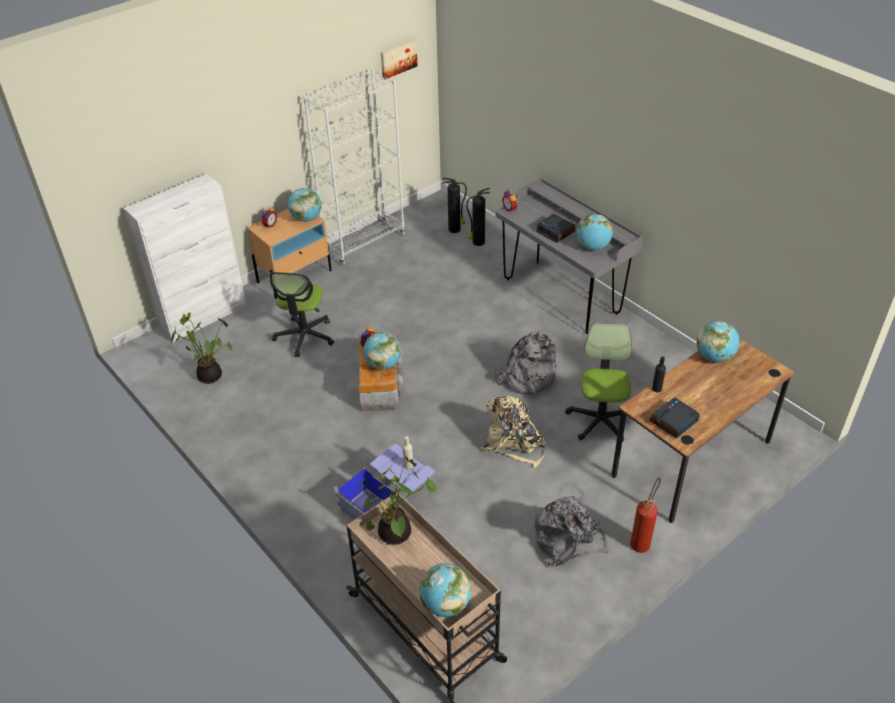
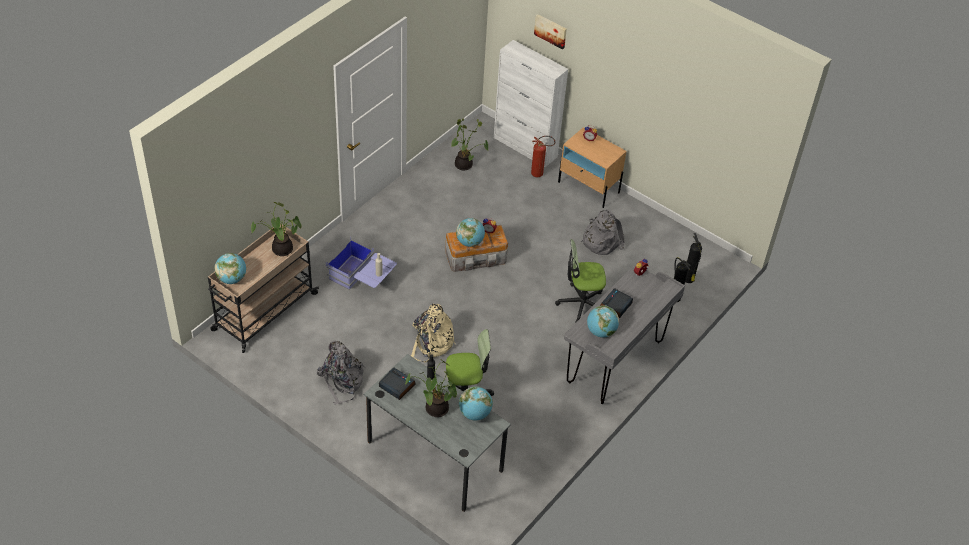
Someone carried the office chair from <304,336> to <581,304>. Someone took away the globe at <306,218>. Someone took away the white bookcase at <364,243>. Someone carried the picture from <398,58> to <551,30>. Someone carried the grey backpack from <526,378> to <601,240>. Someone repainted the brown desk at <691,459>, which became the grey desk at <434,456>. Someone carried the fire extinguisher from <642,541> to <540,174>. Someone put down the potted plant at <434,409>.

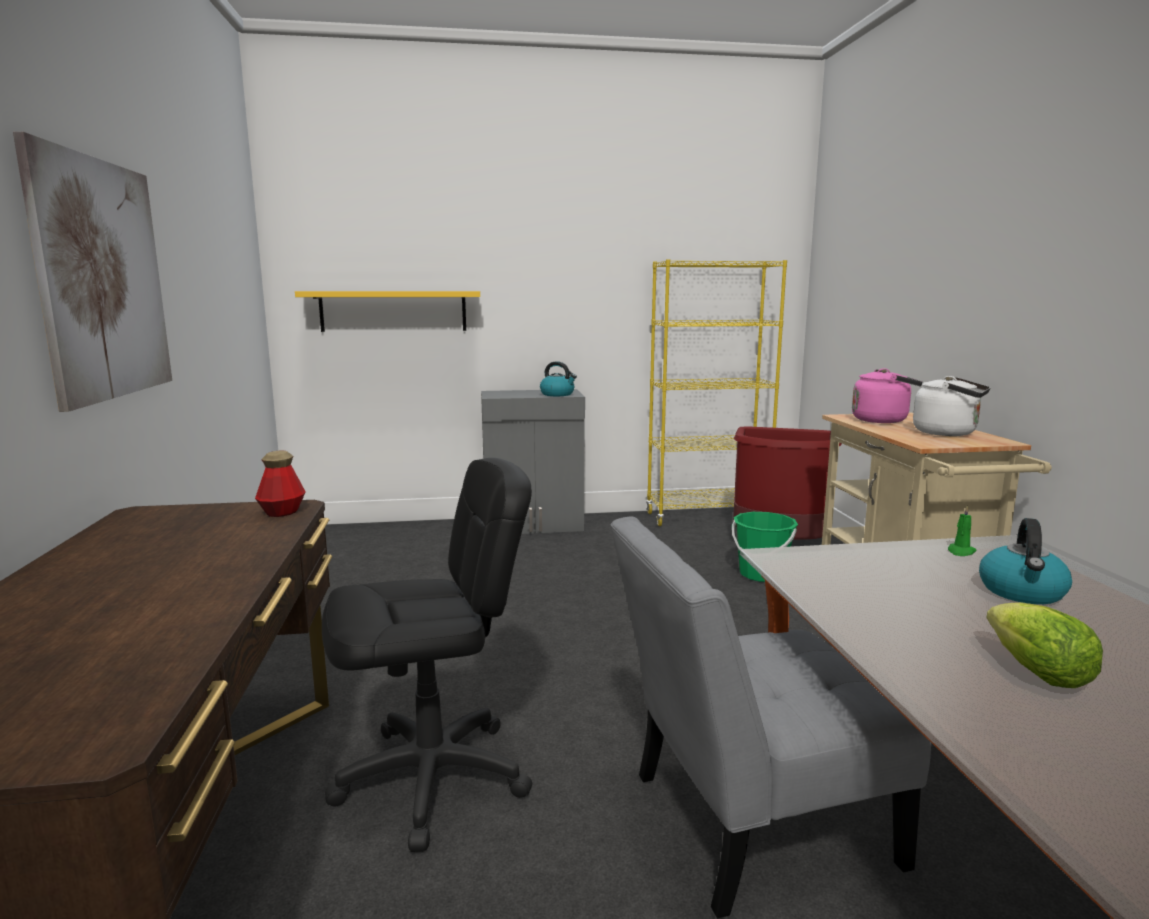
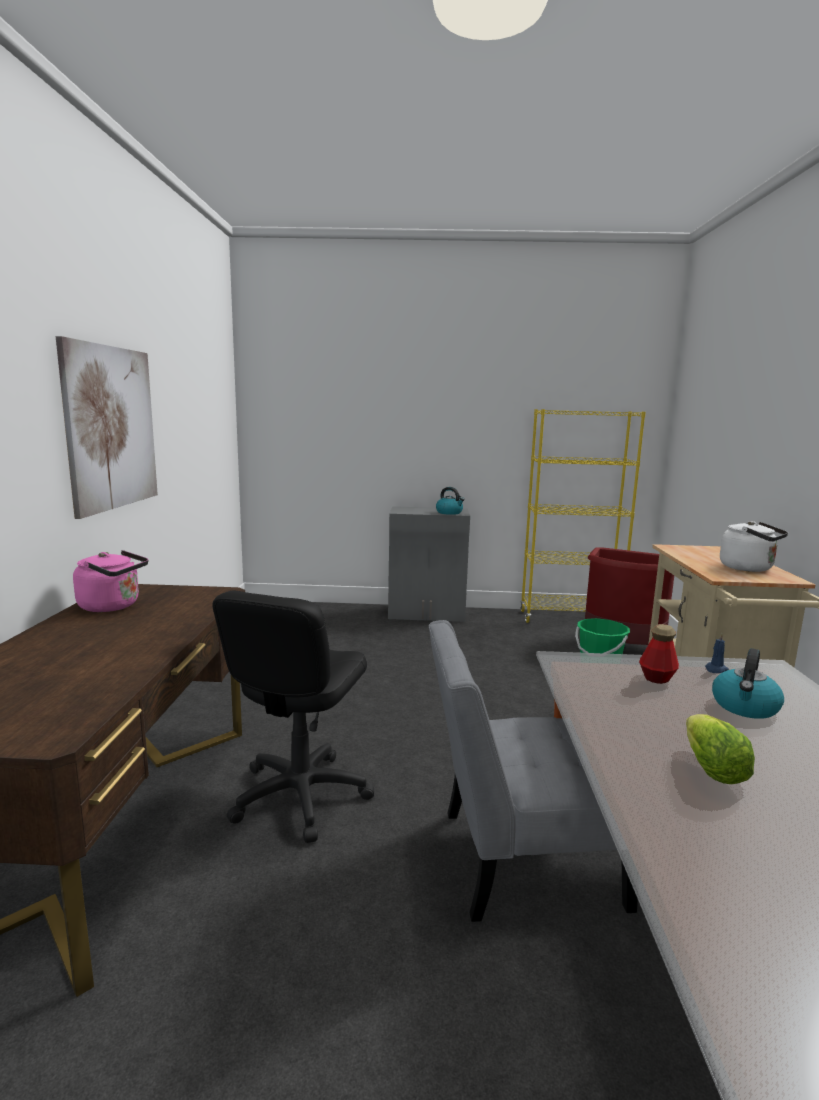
Someone carried the bottle from <282,512> to <657,678>. Someone took away the yellow shelf at <393,311>. Someone rotated the black office chair at <433,778> by 120 degrees clockwise. Someone carried the pink kettle from <883,420> to <113,606>. Someone repainted the green candle at <960,552>, which became the blue candle at <715,669>.

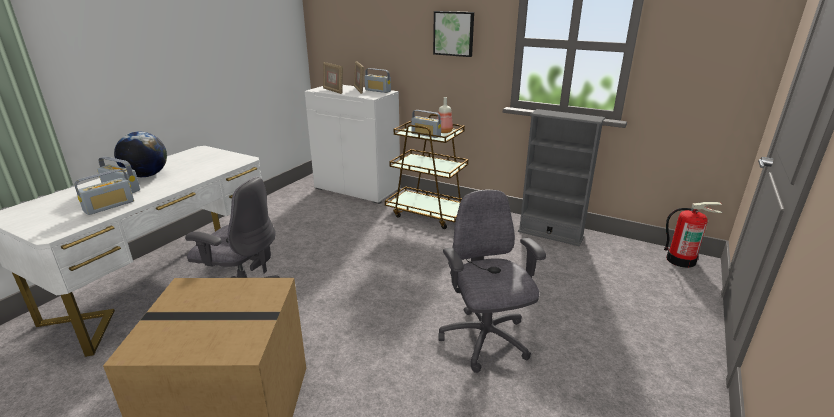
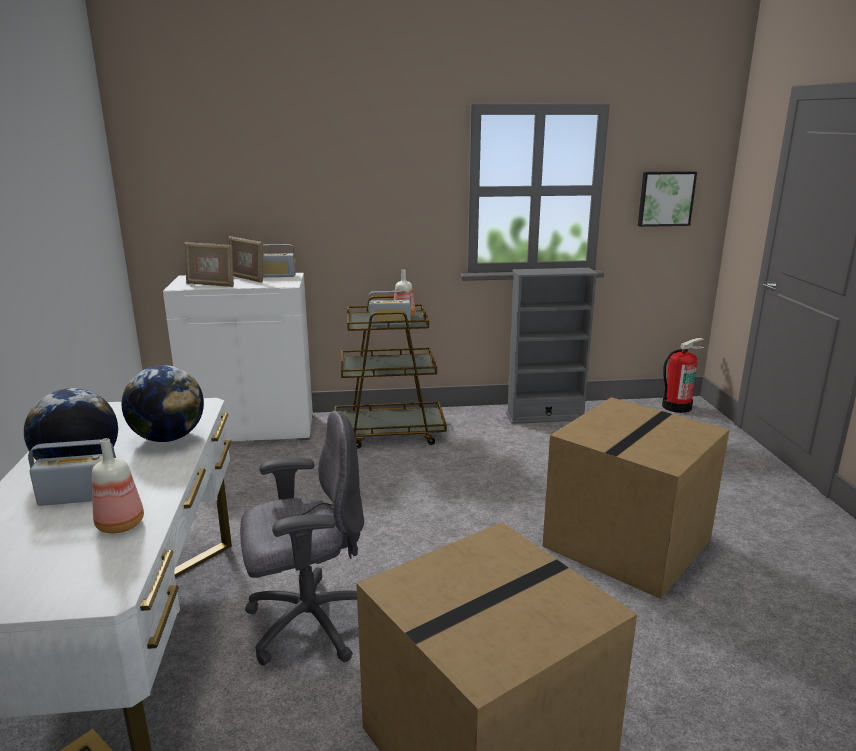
Someone swapped the radio at <109,206> for the bottle at <120,524>. Someone carried the picture from <454,33> to <665,198>. Someone swapped the grey office chair at <485,341> for the cardboard box at <626,541>. Someone put down the globe at <168,438>.

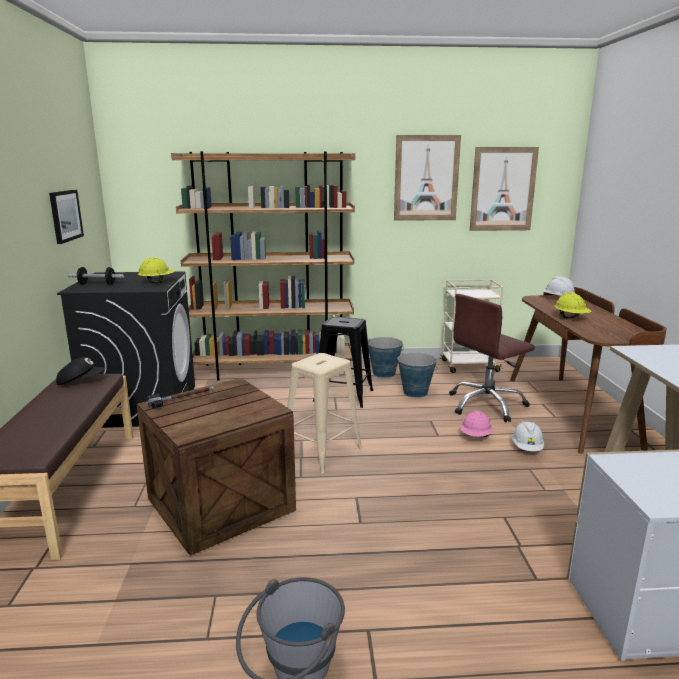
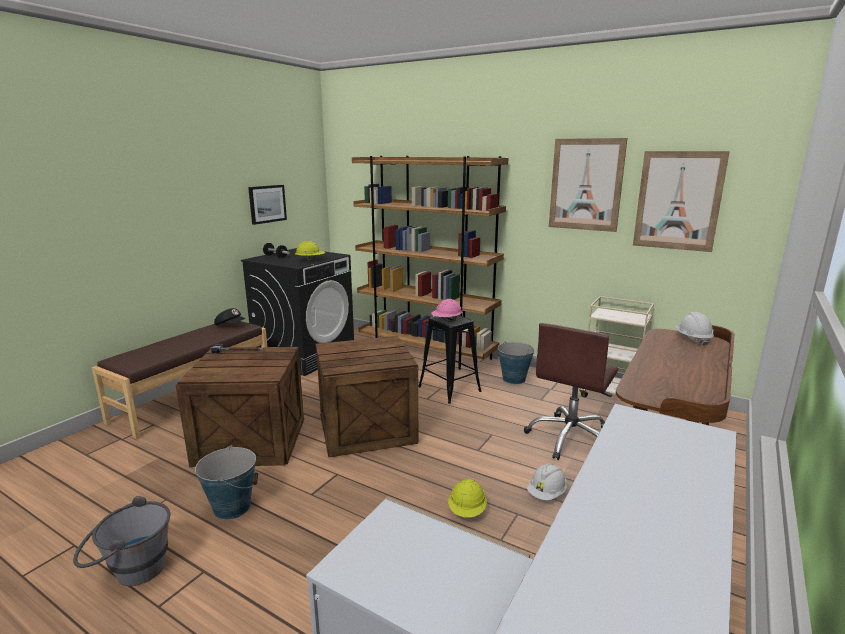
Someone swapped the beige stool at <322,451> for the crate at <366,429>. Someone carried the bucket from <415,392> to <232,507>. Someone rotated the brown office chair at <486,405> by 60 degrees counterclockwise. Someone carried the pink hard hat from <475,437> to <446,321>. Someone carried the yellow hard hat from <571,318> to <467,511>.

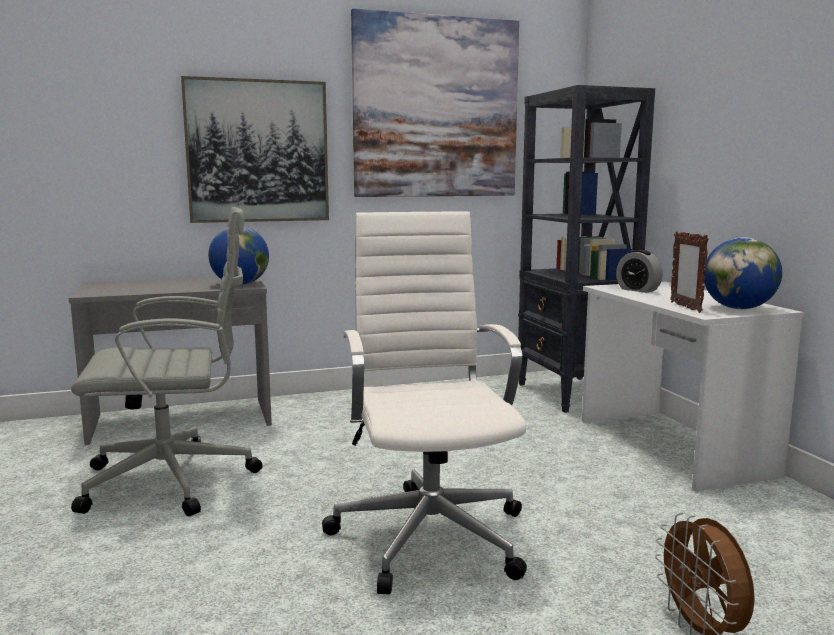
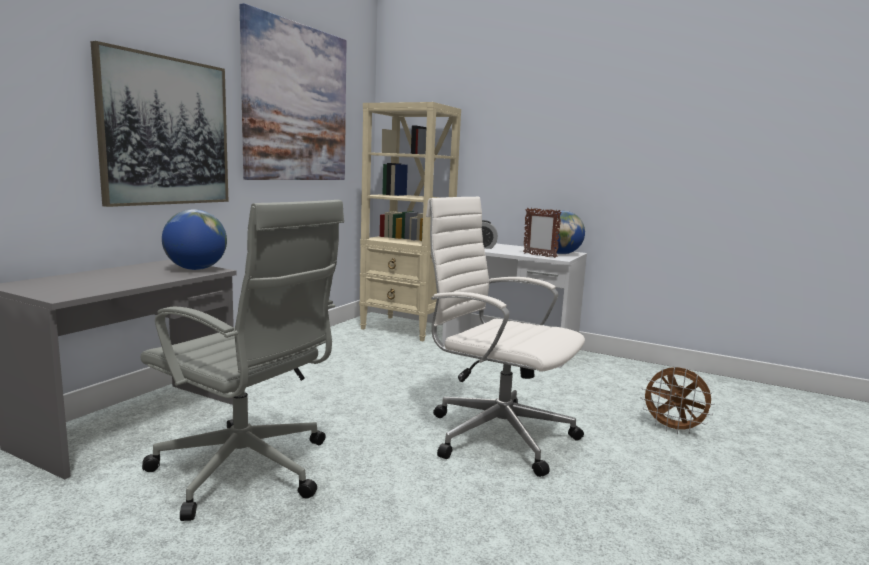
Someone rotated the grey office chair at <174,480> by 90 degrees clockwise. Someone repainted the black bookcase at <573,394>, which became the beige bookcase at <406,328>.

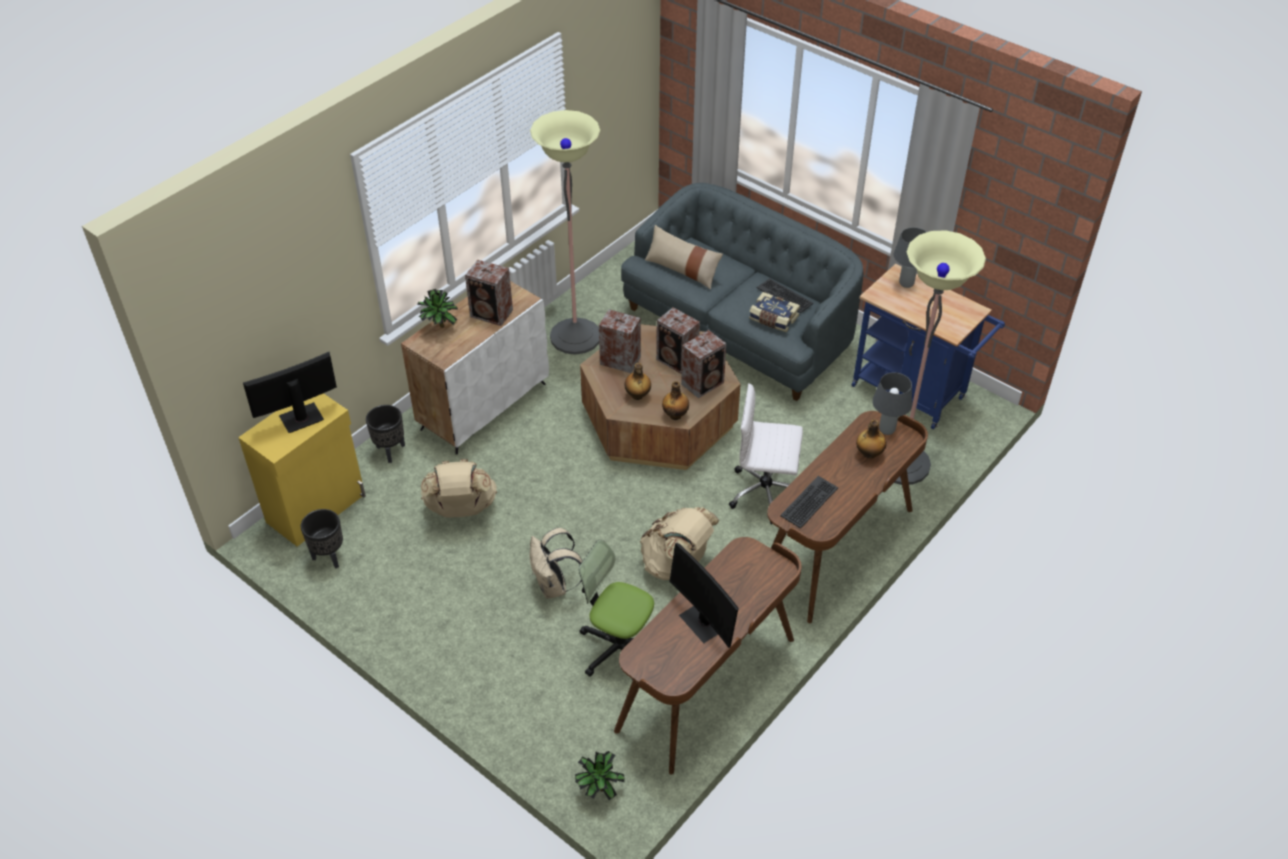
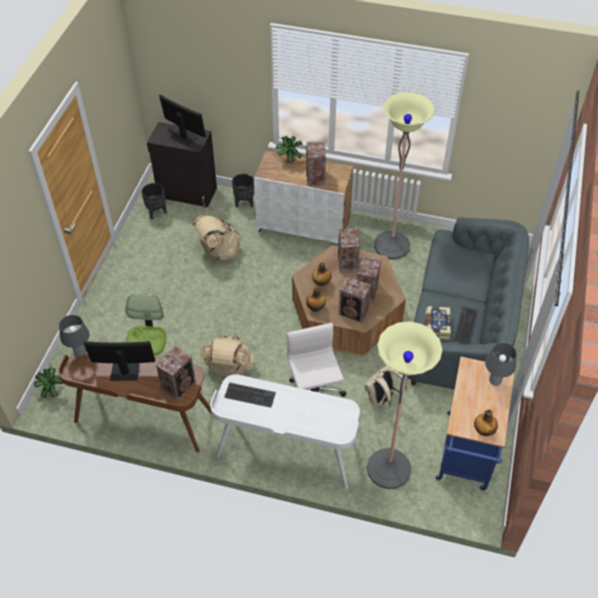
Someone repainted the yellow cabinet at <317,508>, which became the black cabinet at <187,193>. Someone carried the beige backpack from <554,586> to <381,399>. Someone took away the beige pillow at <682,270>. Someone rotated the monitor at <704,622> by 60 degrees clockwise. Someone repainted the brown desk at <836,548>, which became the white desk at <286,452>. Someone carried the bottle from <869,454> to <483,431>. Someone carried the grey table lamp from <886,430> to <80,352>. Someone put down the speaker at <179,385>.

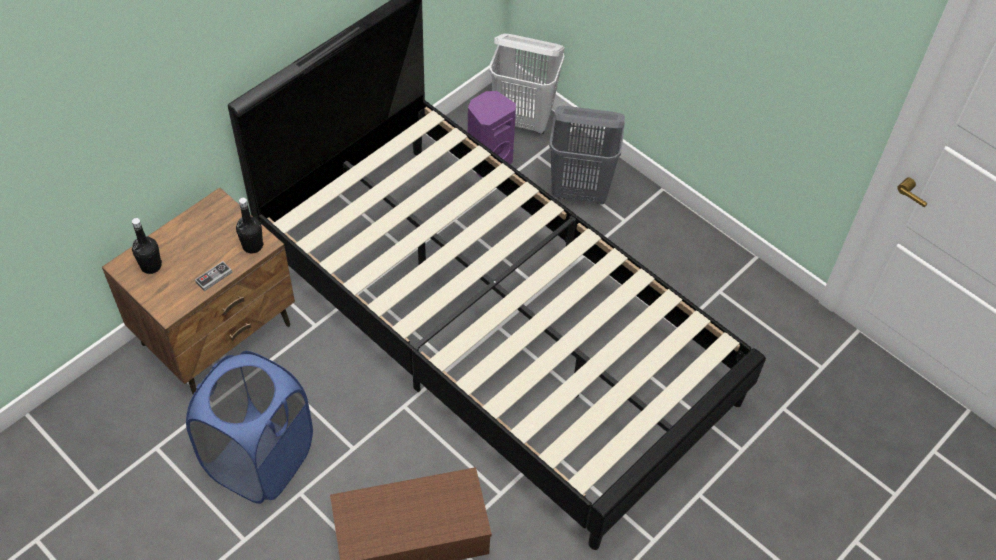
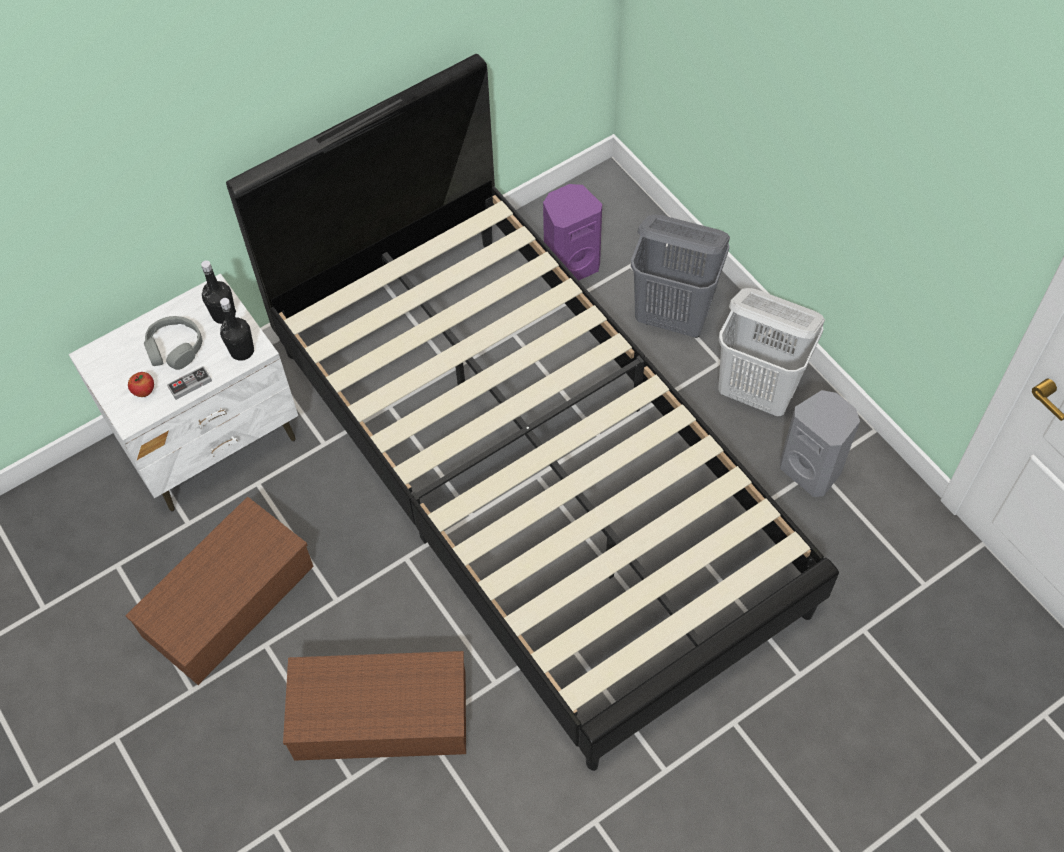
Someone repainted the brown nightstand at <218,335>, which became the white nightstand at <212,440>. Someone carried the black bottle from <151,266> to <224,315>. Someone swapped the blue laundry basket at <260,460> for the brown storage box at <229,598>. Someone carried the white laundry basket from <523,120> to <758,392>. Someone put down the apple at <144,391>. Someone put down the grey headphones at <175,348>. Someone put down the grey speaker at <812,469>.

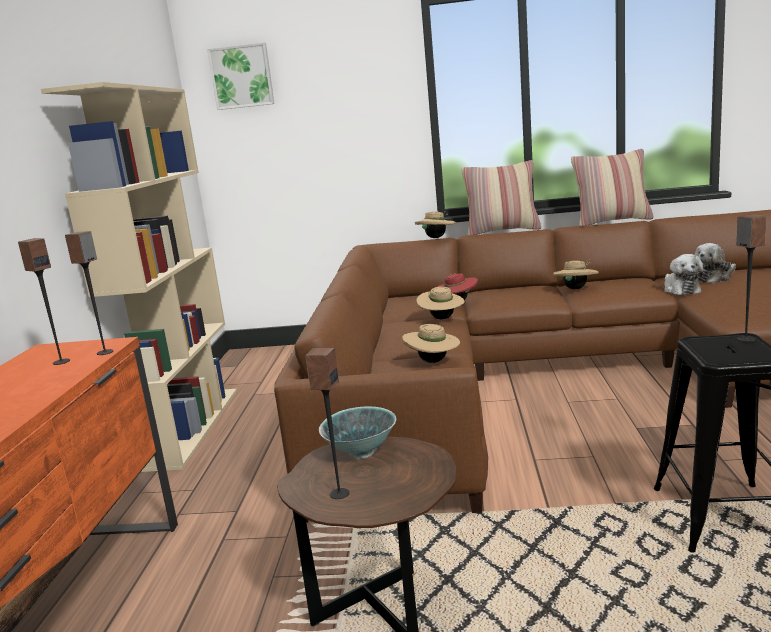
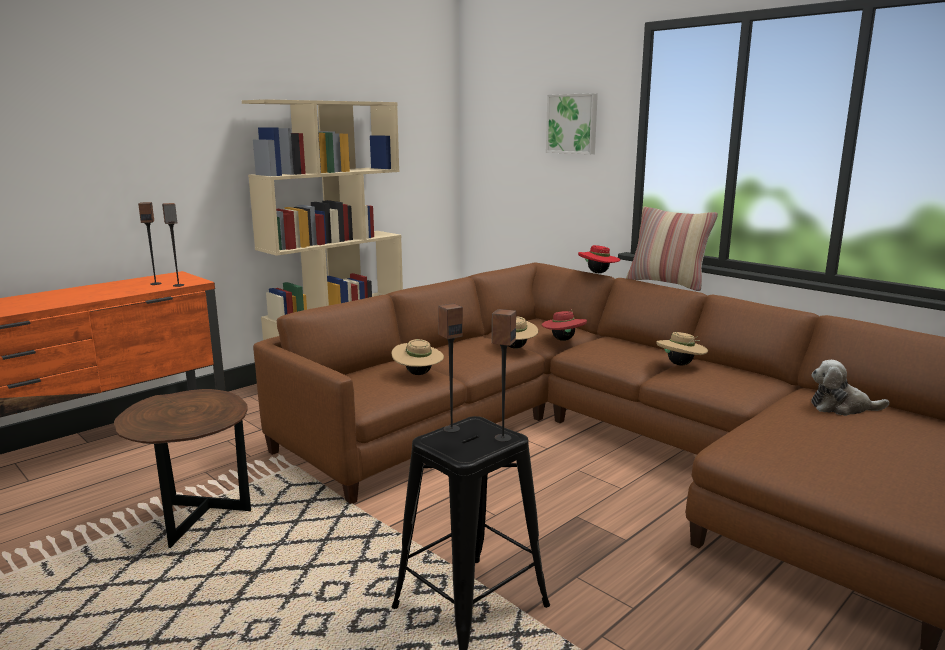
Someone carried the picture from <242,77> to <572,124>. Someone carried the speaker from <339,494> to <451,429>. Someone took away the bowl at <362,452>. Someone repainted the beige hat at <436,238>, which became the red hat at <598,273>. Someone took away the pillow at <612,221>. Someone took away the plush toy at <680,289>.

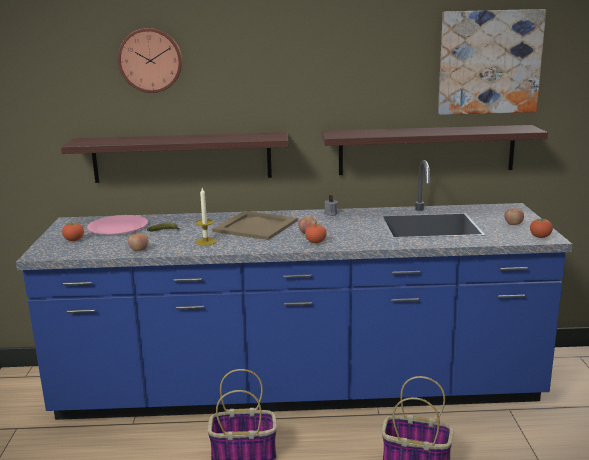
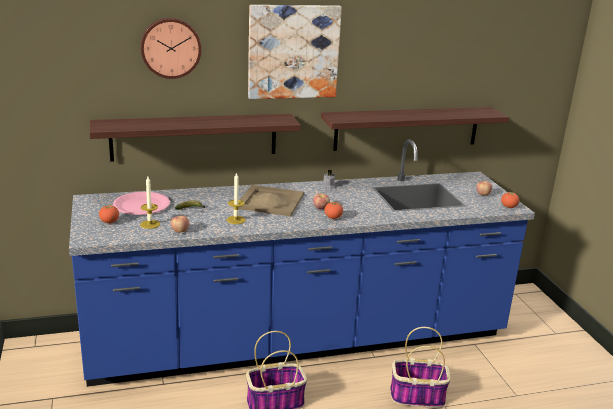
Someone carried the picture from <489,62> to <293,51>. Someone put down the candle at <150,224>.

